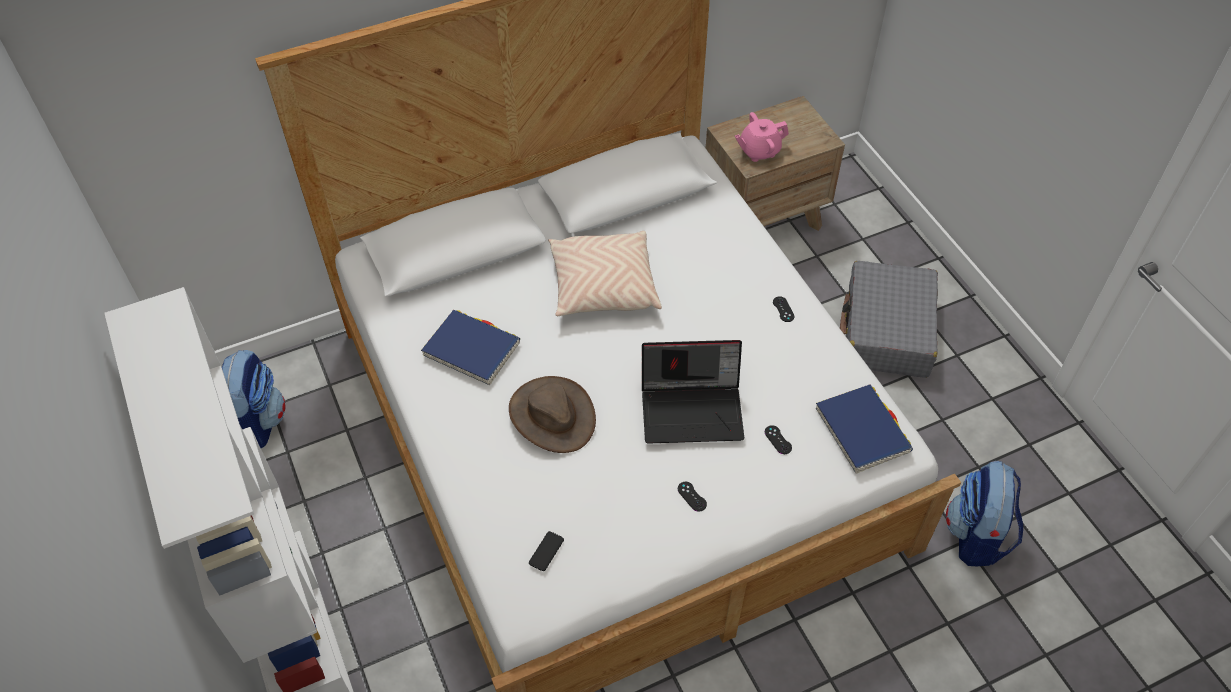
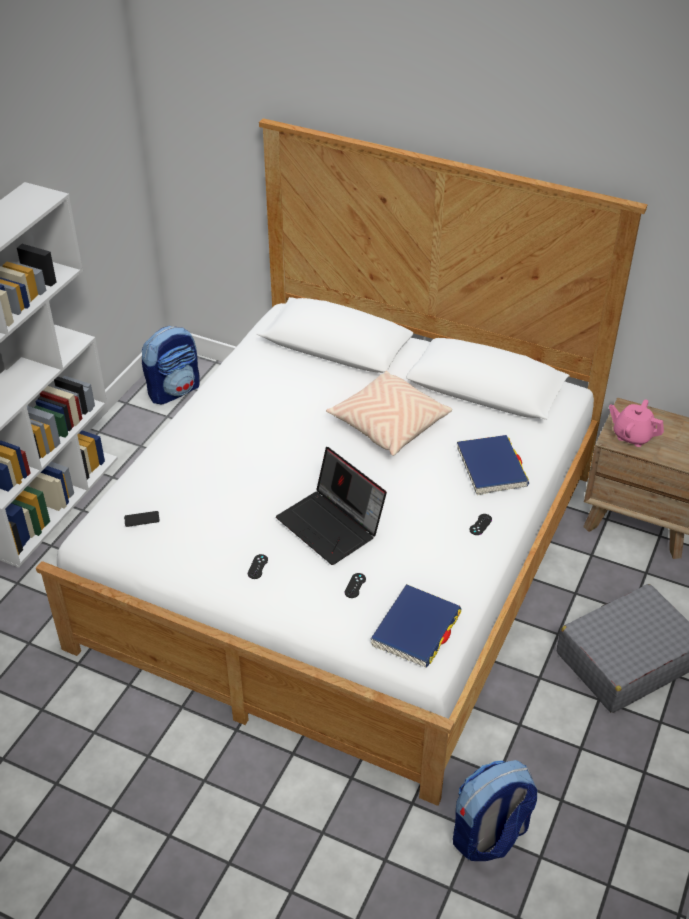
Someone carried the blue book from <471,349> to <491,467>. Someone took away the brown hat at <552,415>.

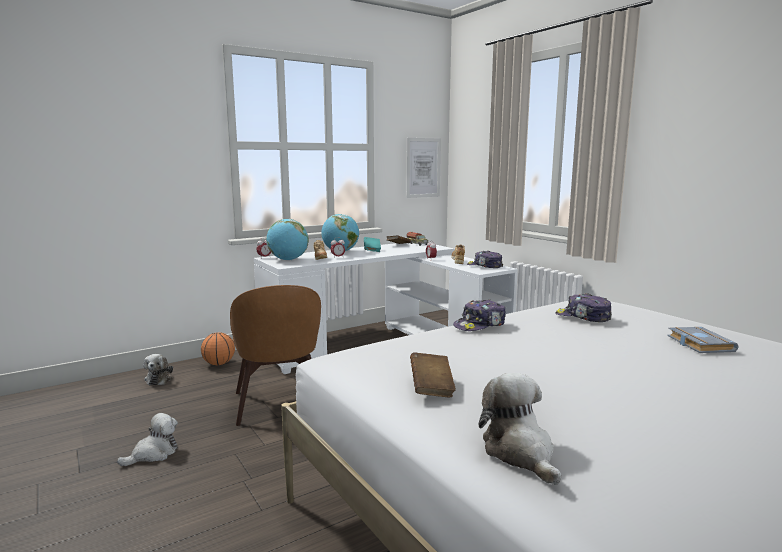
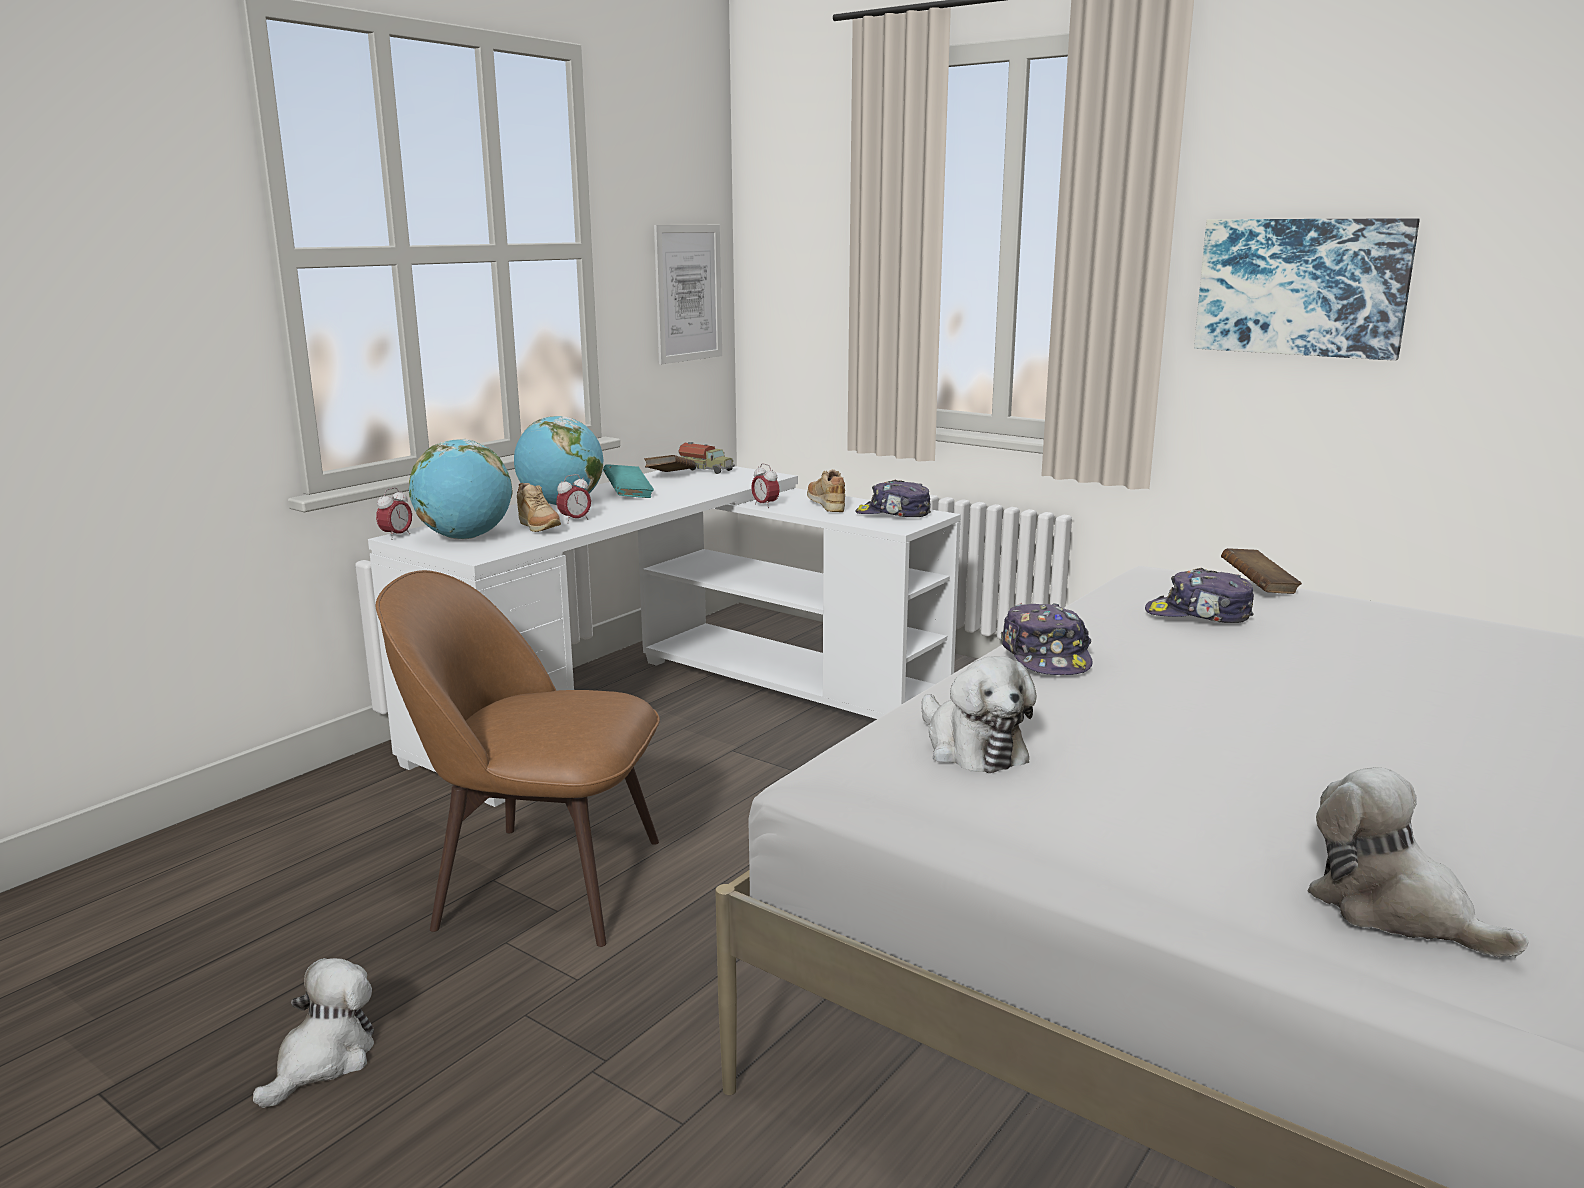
Someone carried the plush toy from <160,378> to <971,747>. Someone took away the basketball at <219,364>. Someone rotated the brown chair at <279,405> by 135 degrees clockwise. Someone carried the brown book from <431,388> to <1258,588>. Someone rotated the cap at <480,325> by 45 degrees counterclockwise. Someone took away the grey book at <697,344>. Someone put up the picture at <1301,287>.

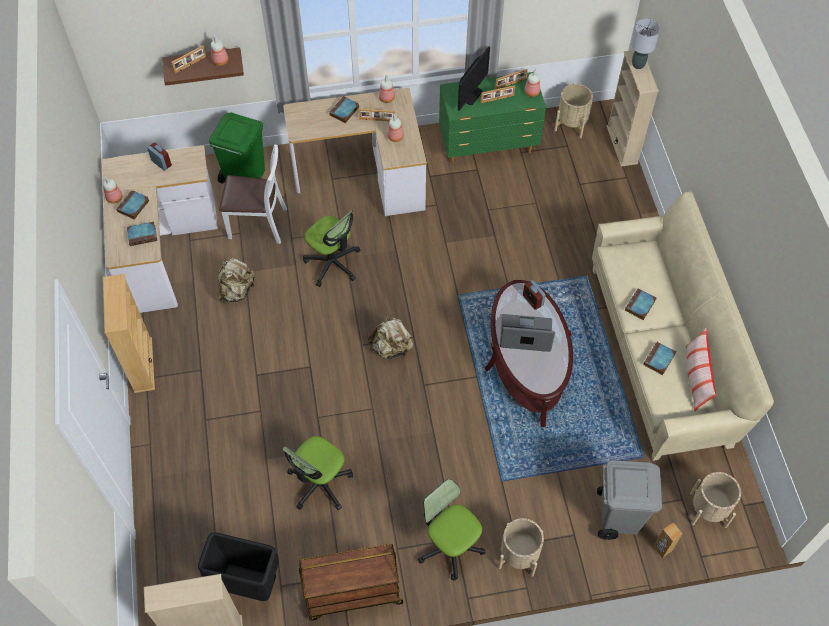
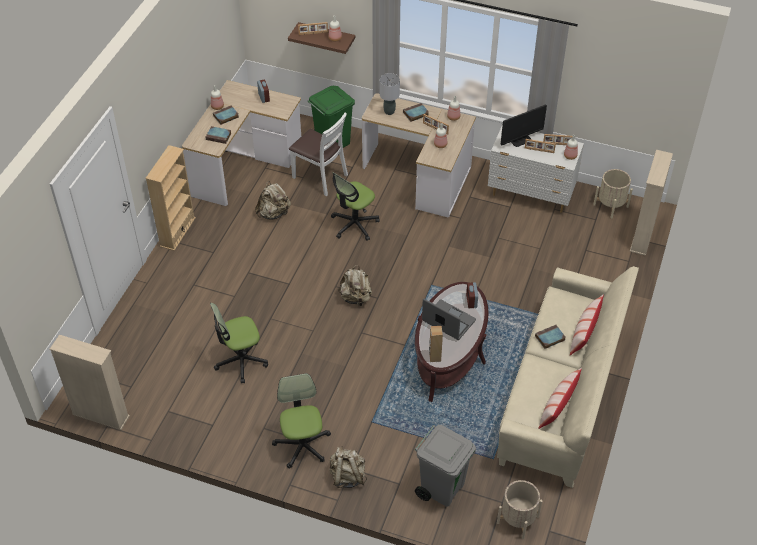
Someone took away the black trash can at <248,587>. Someone took away the brown cart at <352,594>. Someone rotated the office chair at <333,263> by 60 degrees clockwise. Someone repainted the green dresser at <489,146>, which became the white dresser at <531,195>. Someone swapped the beige planter at <518,555> for the beige backpack at <347,476>. Someone carried the grey table lamp from <638,64> to <389,111>. Someone took away the book at <659,360>. Someone carried the brown speaker from <662,549> to <434,357>. Someone put down the pillow at <584,333>.

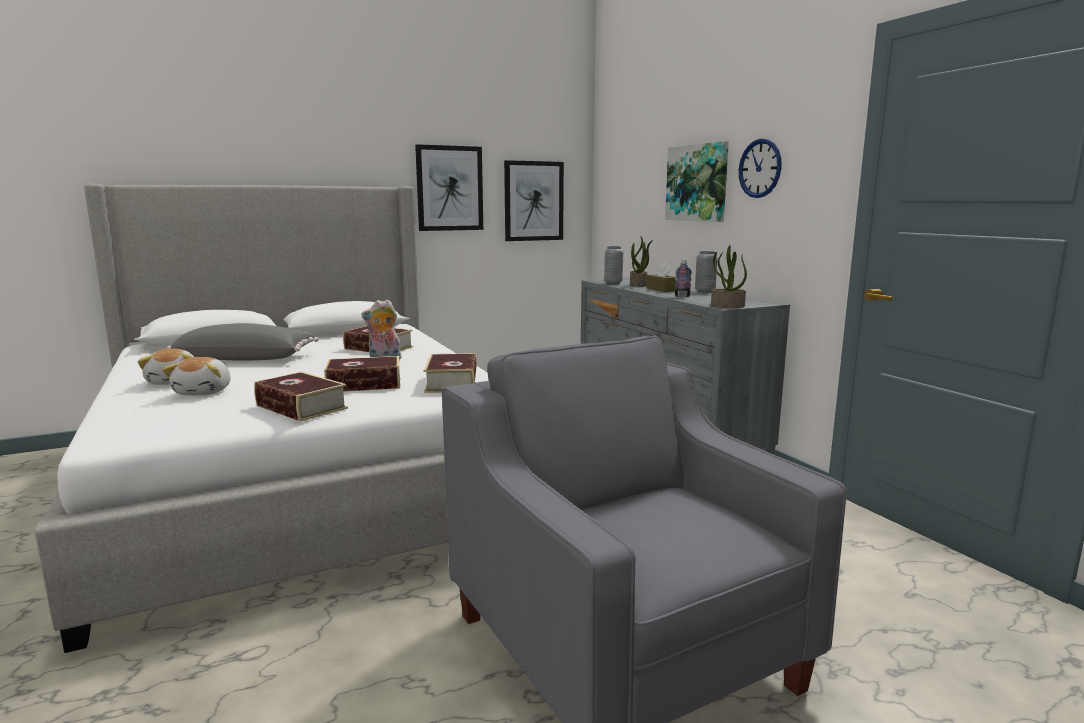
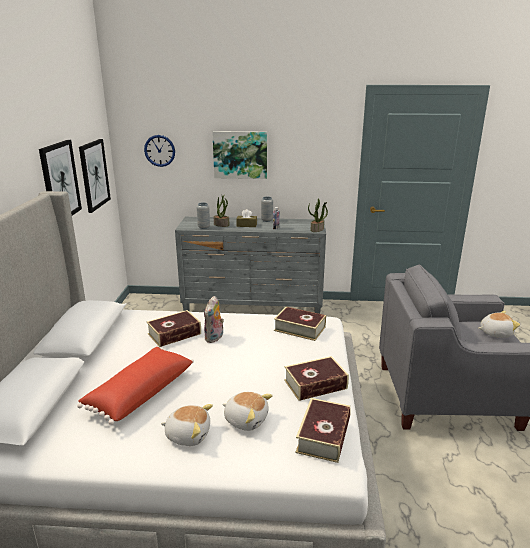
Someone repainted the grey pillow at <247,358>, which became the red pillow at <139,393>. Someone carried the book from <364,384> to <323,436>. Someone carried the wall clock from <760,168> to <159,150>. Someone put down the plush toy at <495,333>.

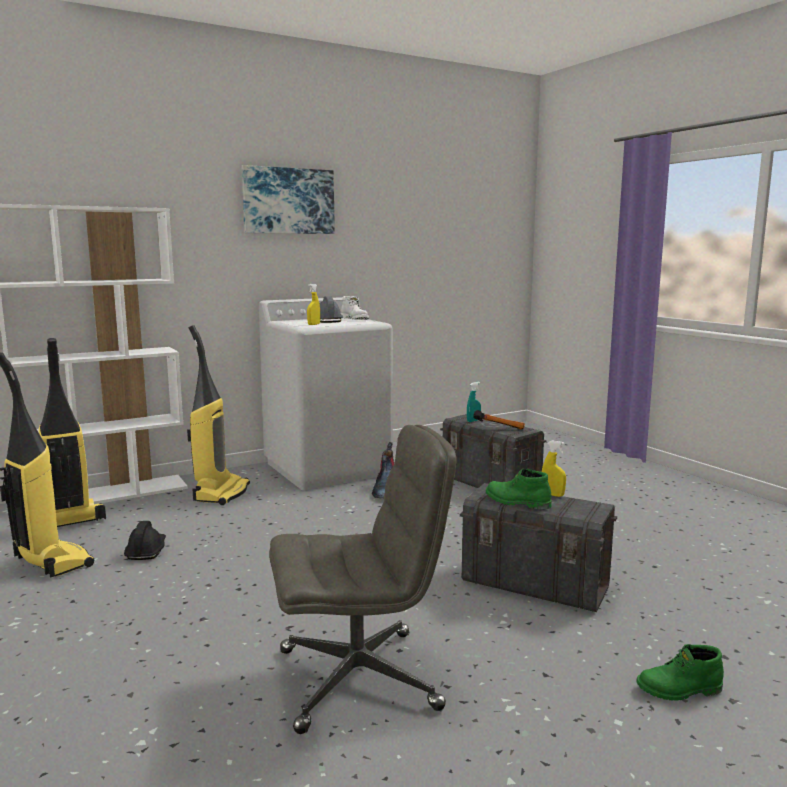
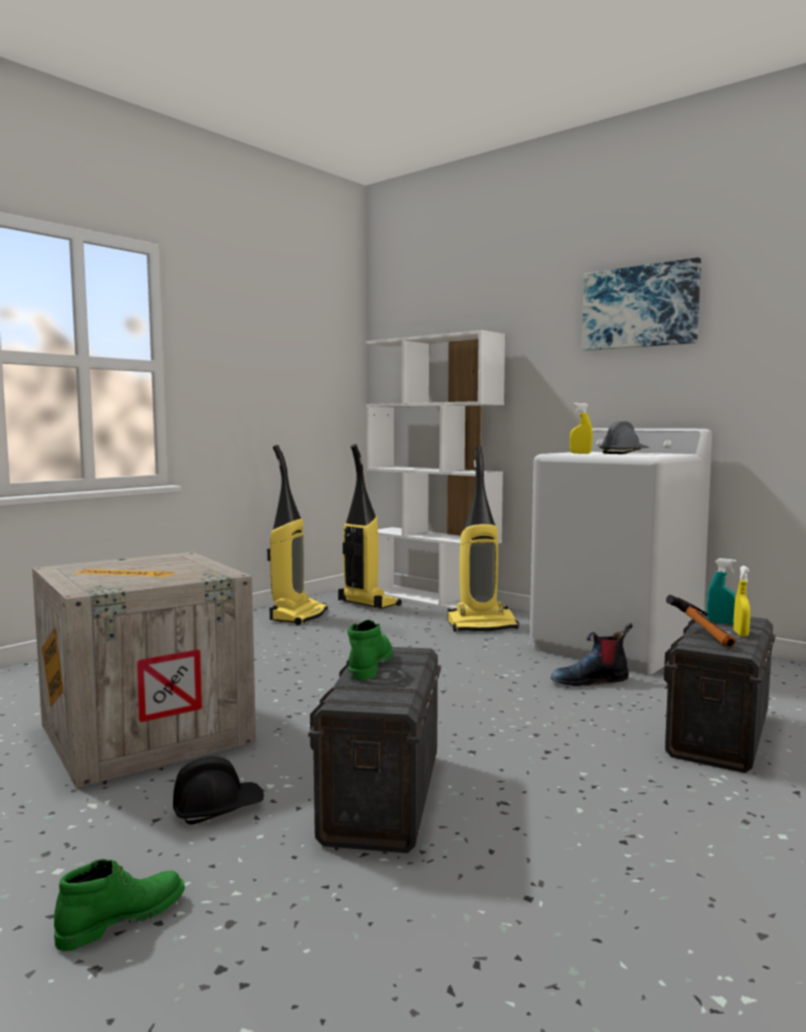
Someone carried the black hard hat from <146,551> to <217,808>. Someone swapped the grey office chair at <360,678> for the crate at <144,734>. Someone took away the white boot at <355,319>. Someone carried the yellow spray bottle from <552,495> to <740,634>. Someone rotated the green boot at <679,690> by 75 degrees clockwise.

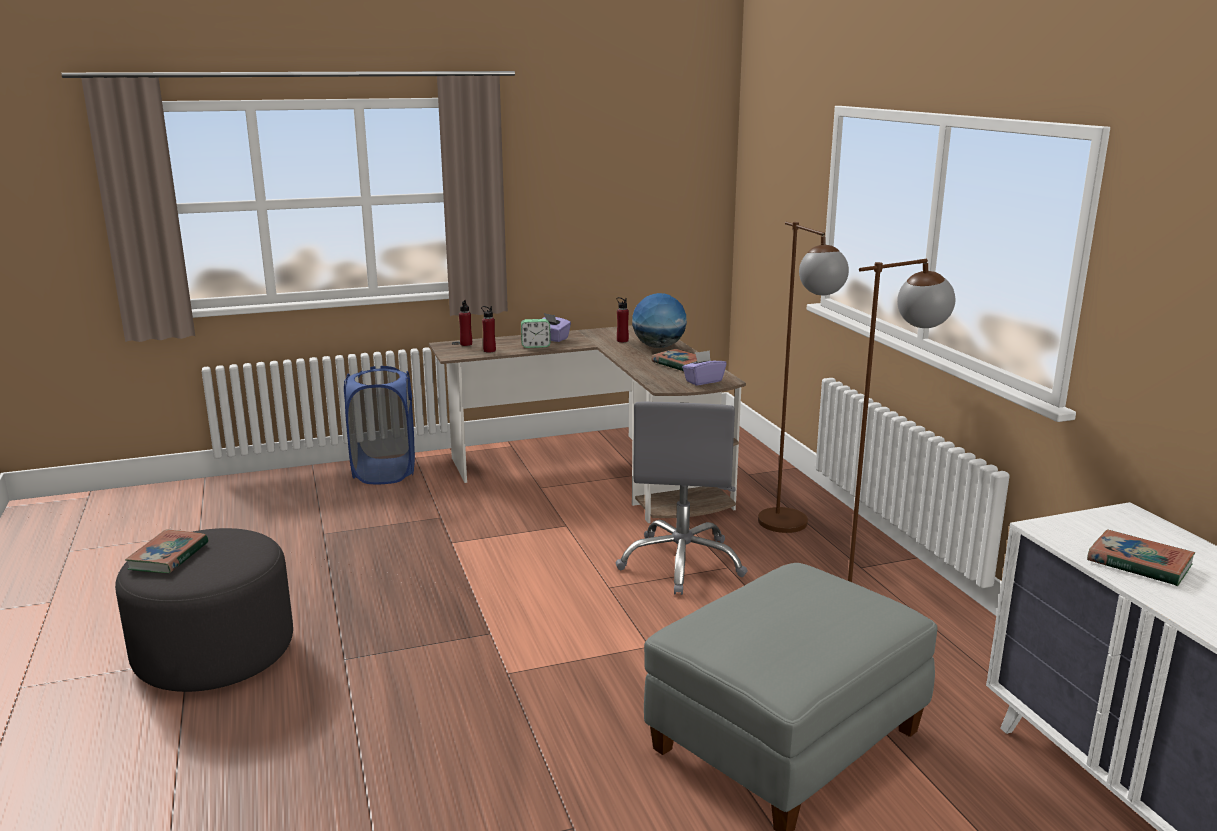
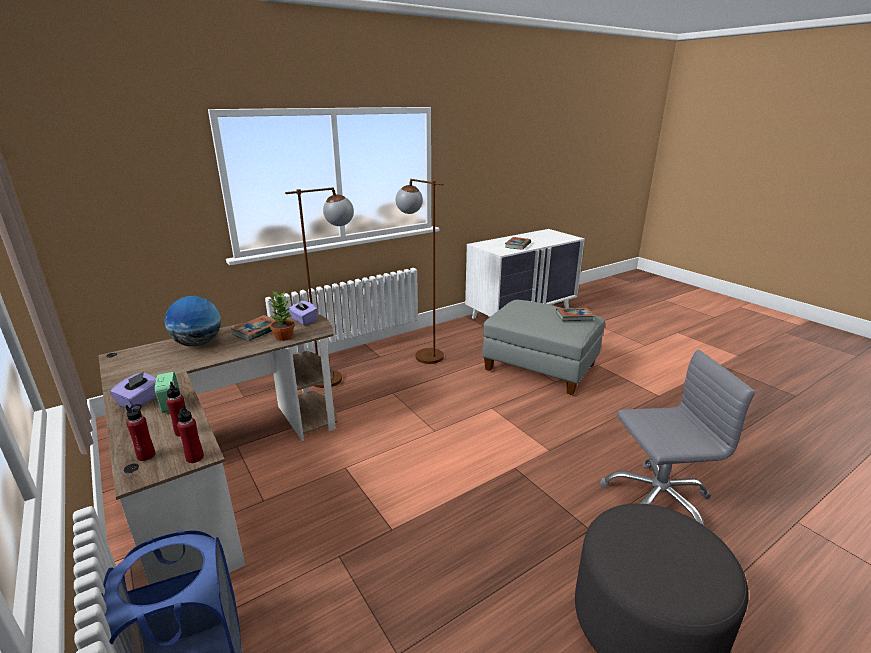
Someone carried the book from <168,556> to <574,316>. Someone carried the grey office chair from <682,563> to <657,501>. Someone carried the red bottle from <622,340> to <195,457>. Someone put down the potted plant at <284,336>.

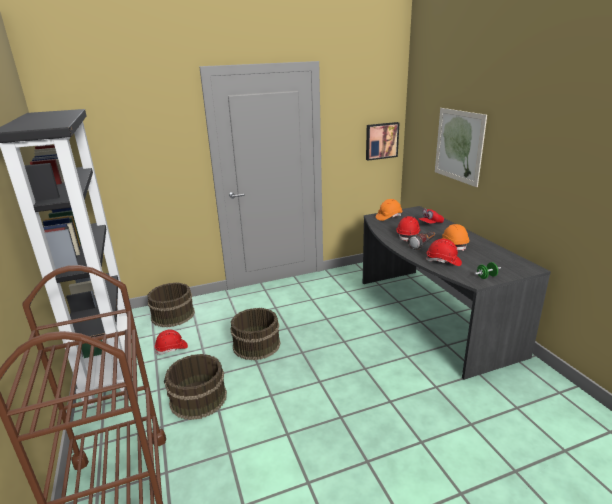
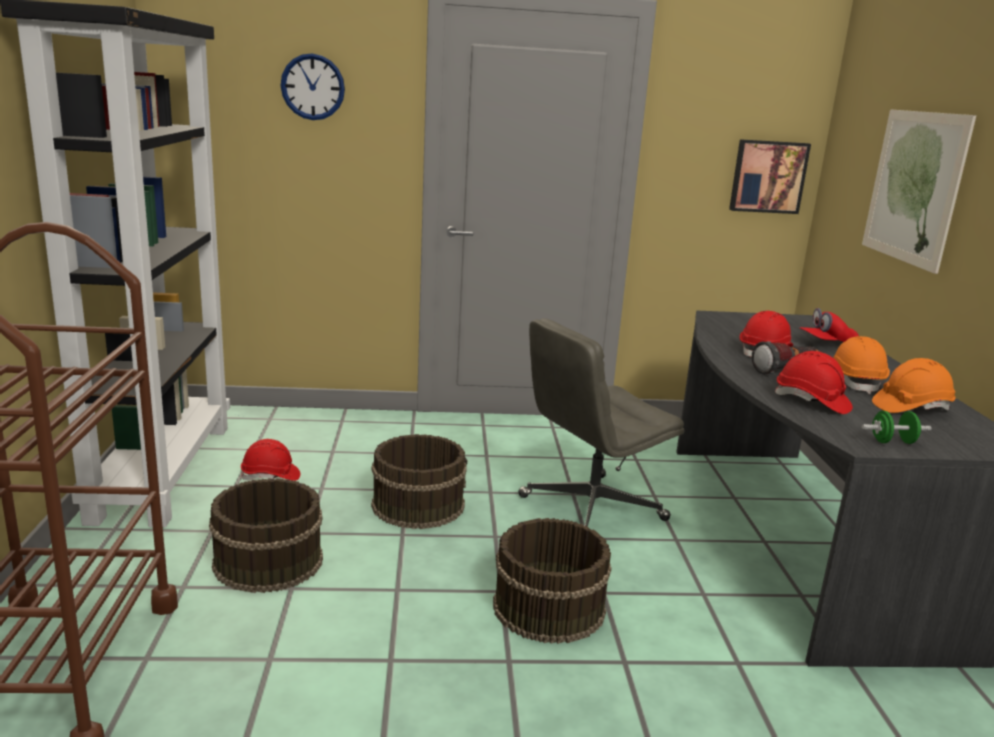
Someone carried the brown bucket from <173,315> to <548,606>. Someone carried the orange hard hat from <388,217> to <911,407>. Someone put up the wall clock at <313,87>. Someone put down the grey office chair at <591,509>.

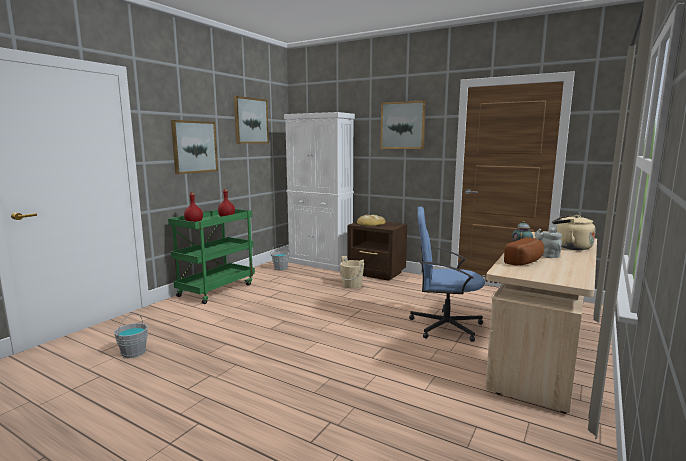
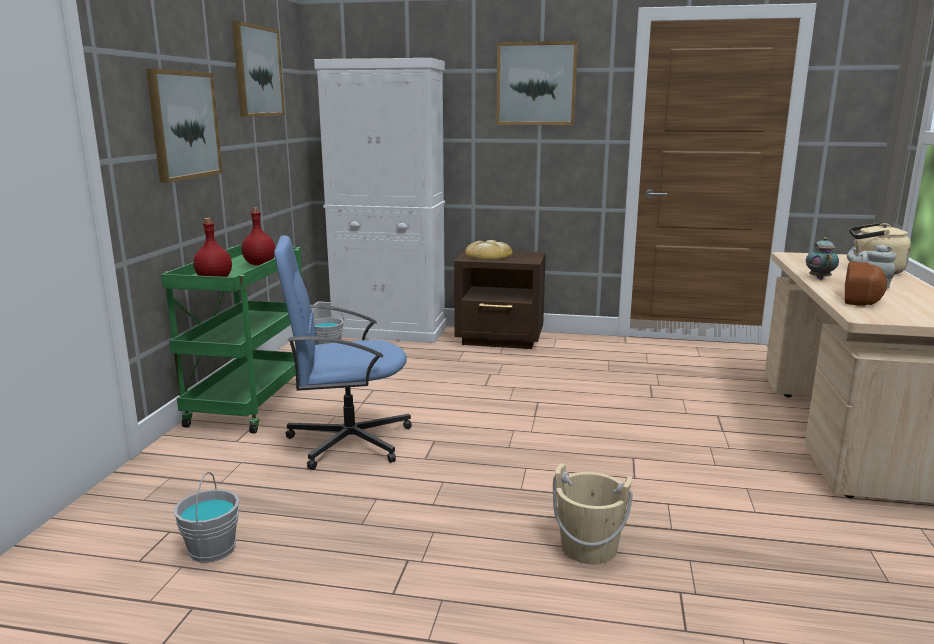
Someone carried the beige bucket from <352,285> to <589,547>. Someone carried the blue office chair from <444,326> to <347,441>.

